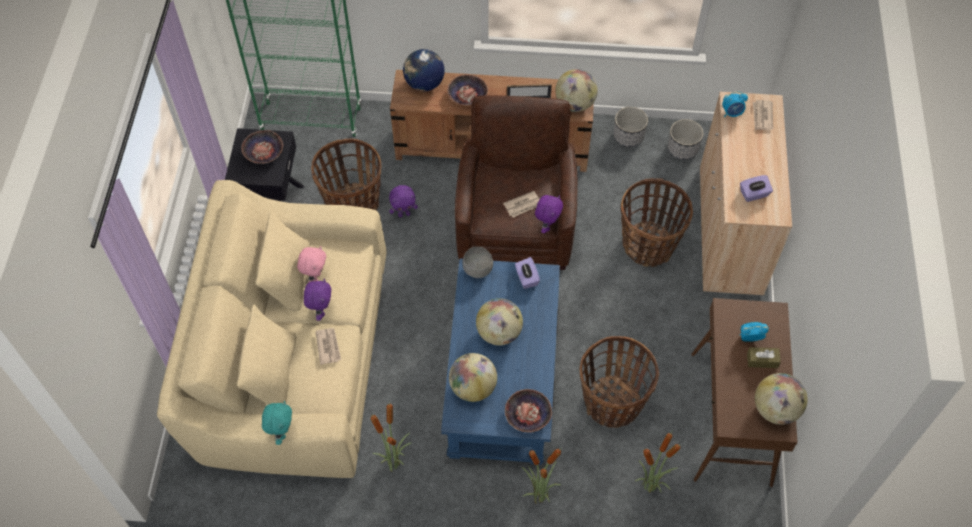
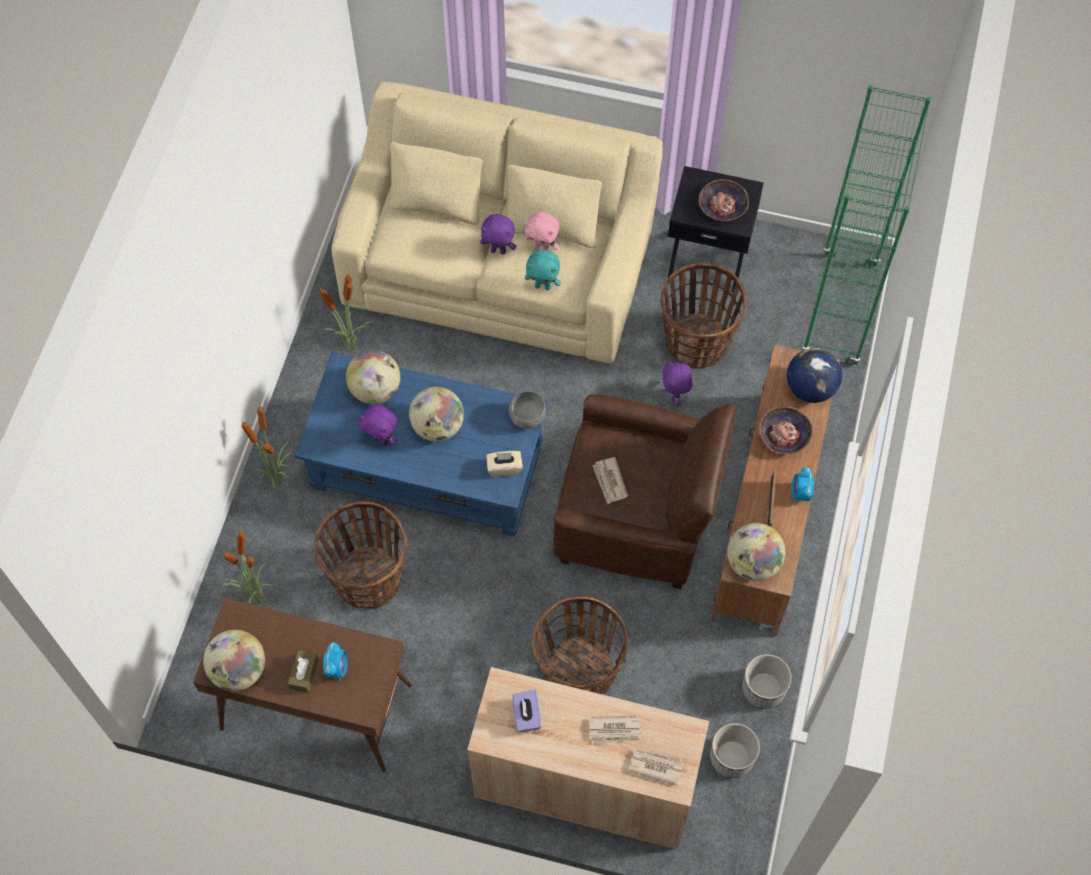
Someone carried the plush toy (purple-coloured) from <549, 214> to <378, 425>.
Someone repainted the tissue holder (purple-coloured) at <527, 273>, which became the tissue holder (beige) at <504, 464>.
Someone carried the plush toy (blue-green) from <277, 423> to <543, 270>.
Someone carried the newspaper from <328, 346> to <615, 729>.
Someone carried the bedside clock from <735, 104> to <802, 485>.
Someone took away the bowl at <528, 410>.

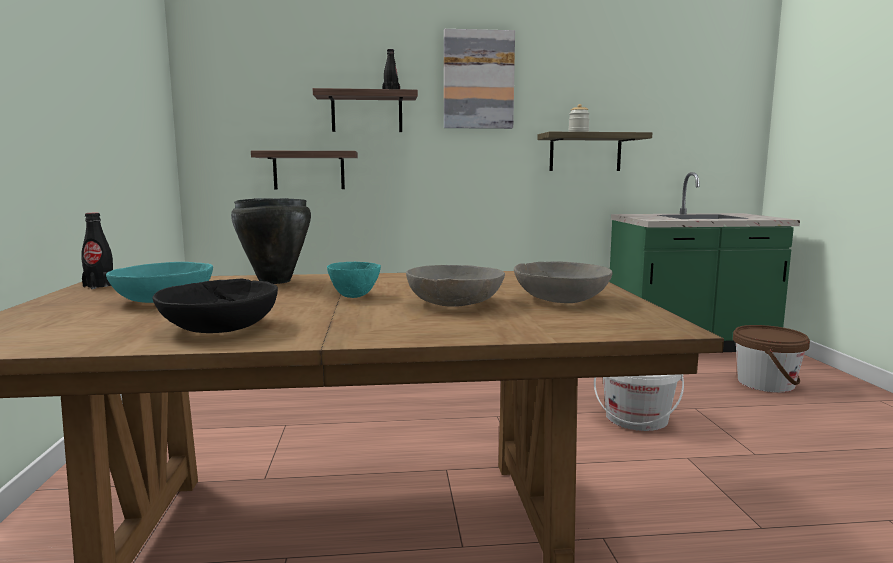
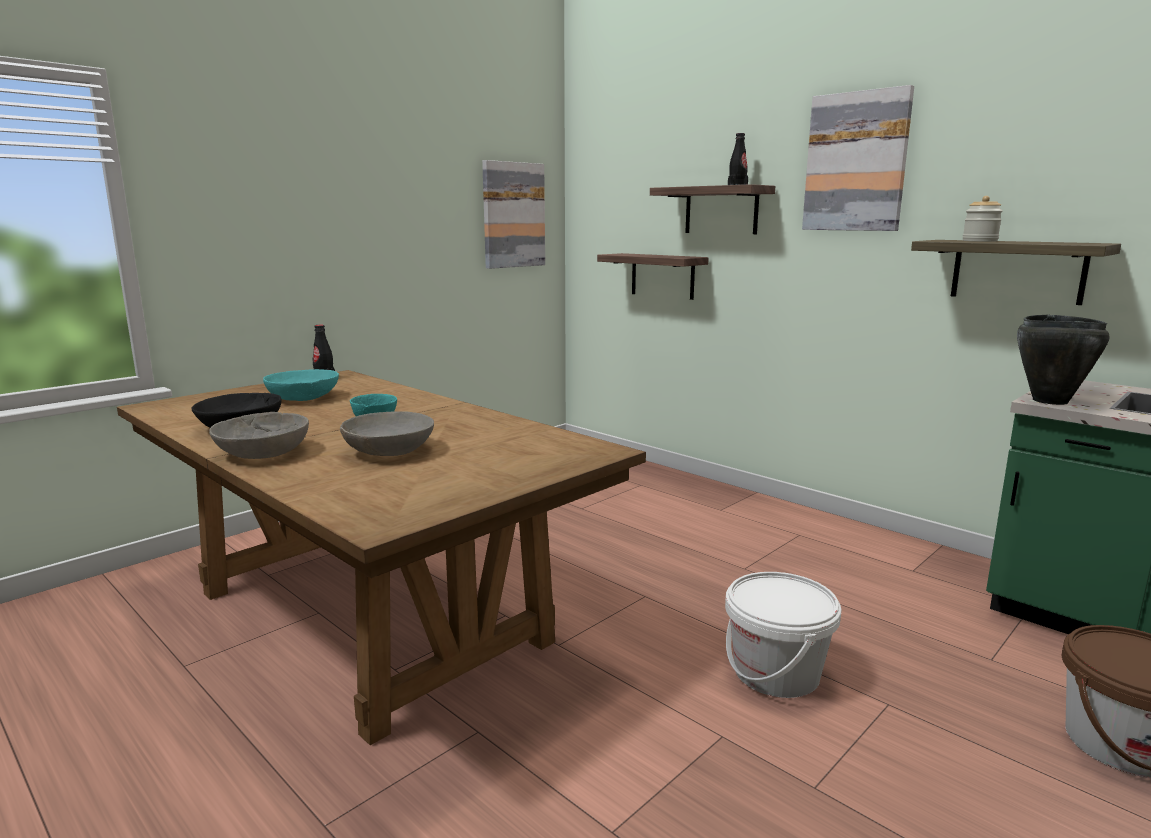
Someone carried the bowl (gray) from <563, 282> to <259, 435>.
Someone put up the wall art at <513, 214>.
Someone carried the stockpot (blackish) from <271, 241> to <1063, 360>.

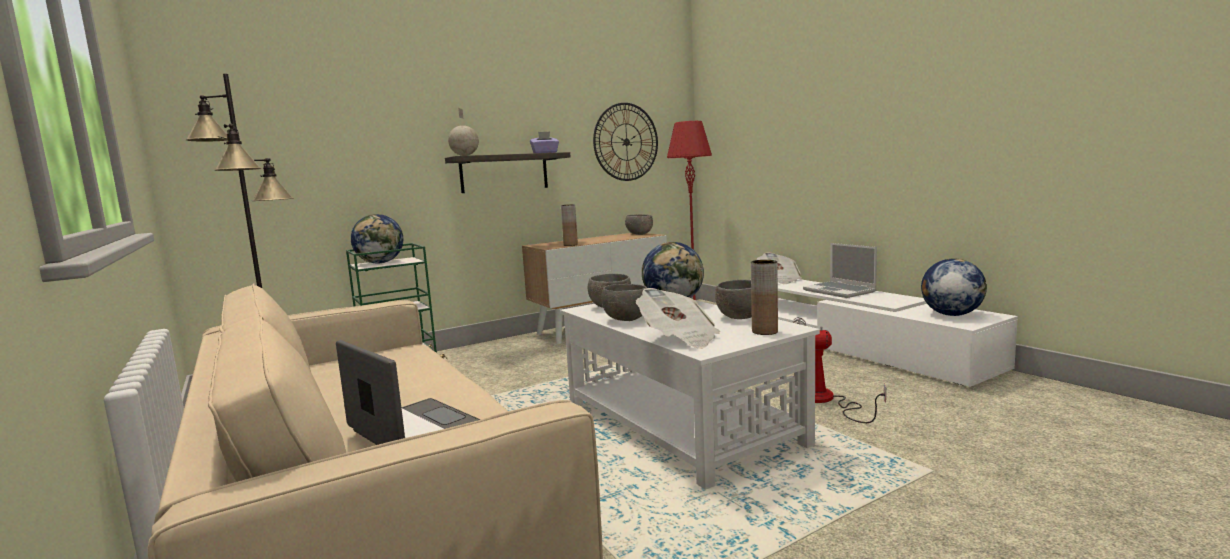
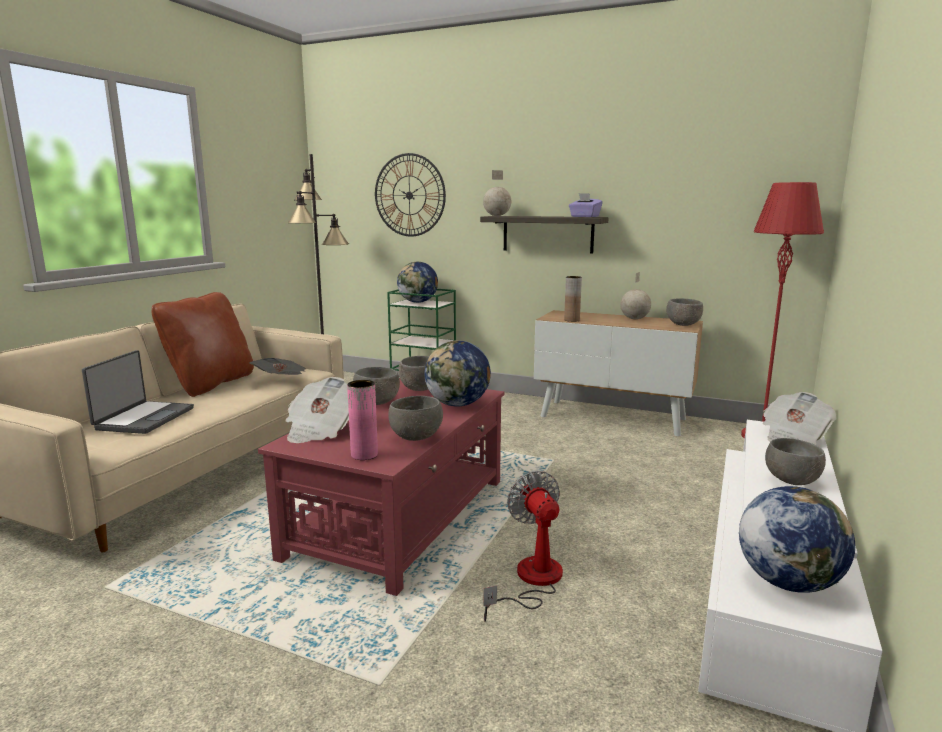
Someone put down the throw pillow (brownish) at <202, 344>.
Someone put down the newspaper at <277, 366>.
Someone repainted the lounge table (white) at <690, 395>, which became the lounge table (red-coloured) at <381, 487>.
Someone repainted the decorative vase (brownish) at <764, 297>, which became the decorative vase (pink-coloured) at <362, 420>.
Someone carried the wall clock from <625, 142> to <410, 195>.
Someone put down the desk globe at <635, 295>.
Someone swapped the portable computer at <840, 270> for the bowl (gray) at <795, 461>.

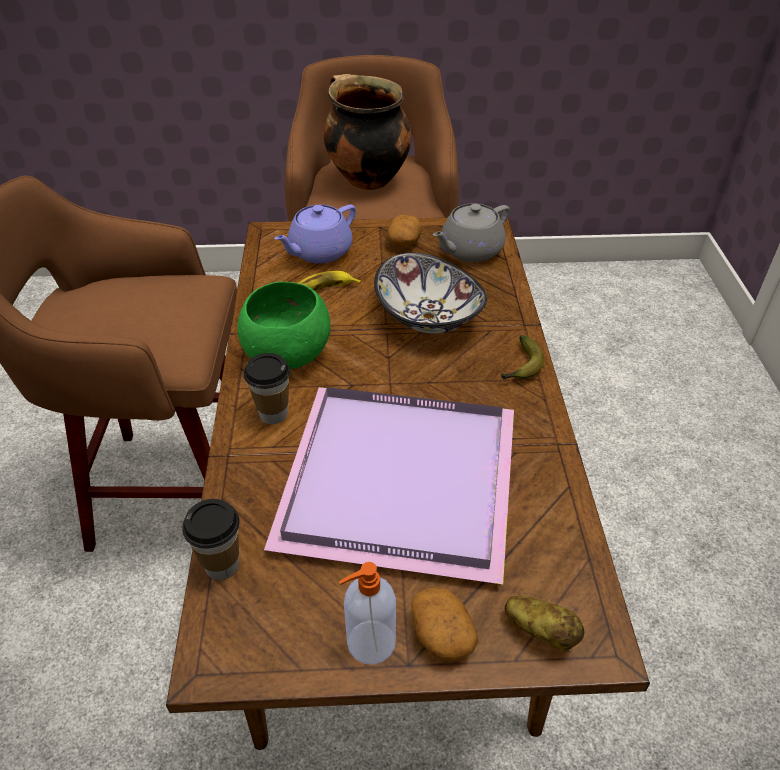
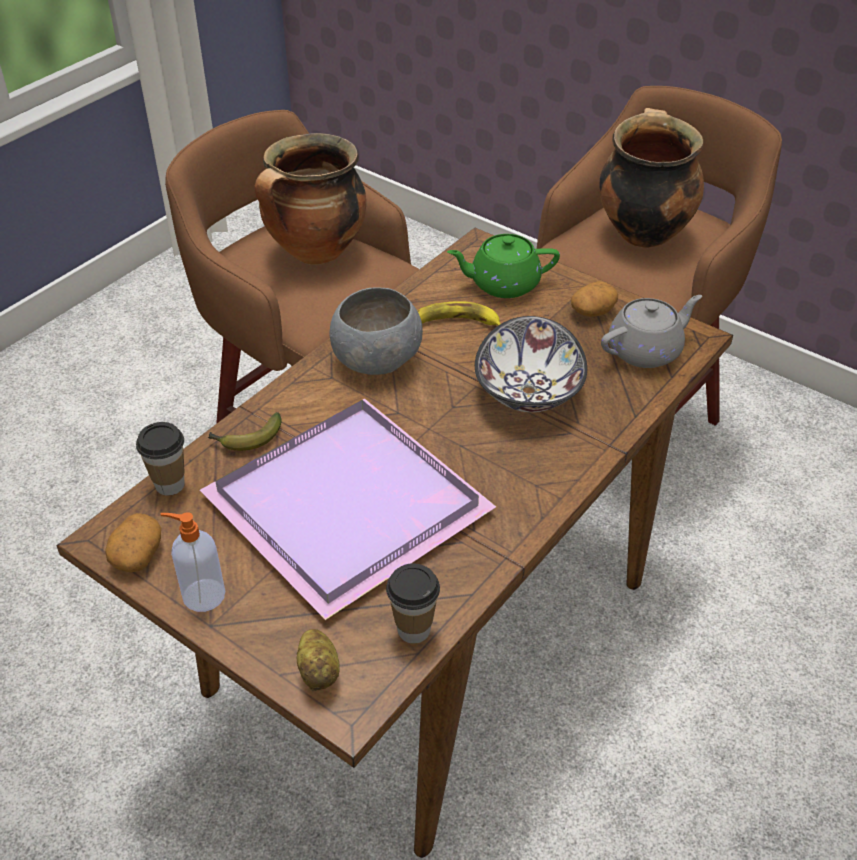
Someone carried the potato from <445, 624> to <133, 543>.
Someone carried the banana fruit from <522, 357> to <244, 431>.
Someone put down the stockpot at <310, 199>.
Someone repainted the bowl (green) at <284, 326>, which became the bowl (gray) at <376, 331>.
Someone carried the small cup from <267, 388> to <413, 603>.
Someone repainted the pot for tea (purple-coloured) at <315, 234>, which became the pot for tea (green) at <503, 266>.
Someone rotated the pot for tea (gray) at <471, 232> by 150 degrees clockwise.

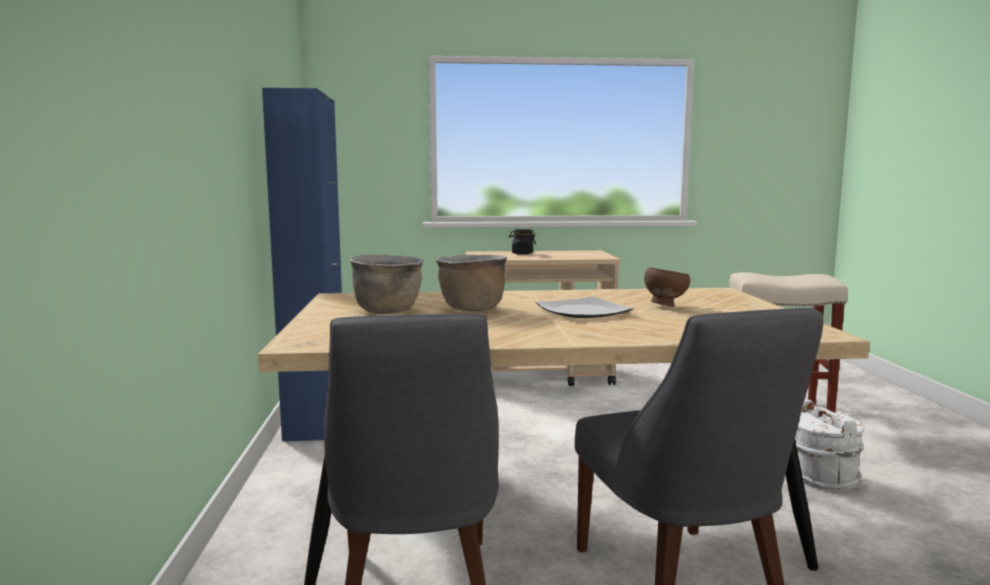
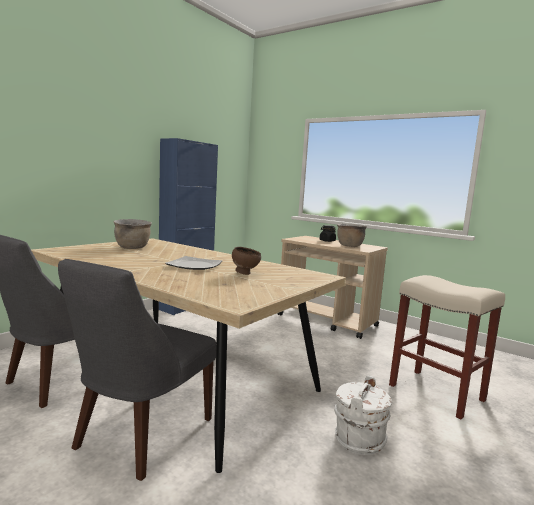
Someone carried the stockpot (brownish) from <471, 282> to <352, 235>.

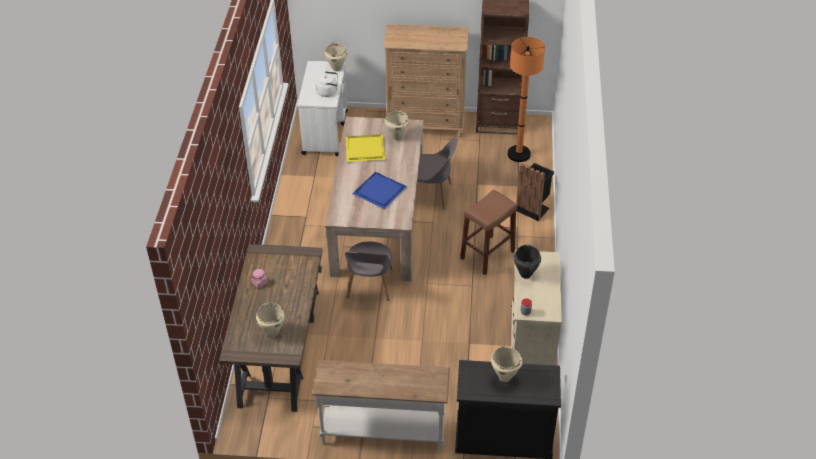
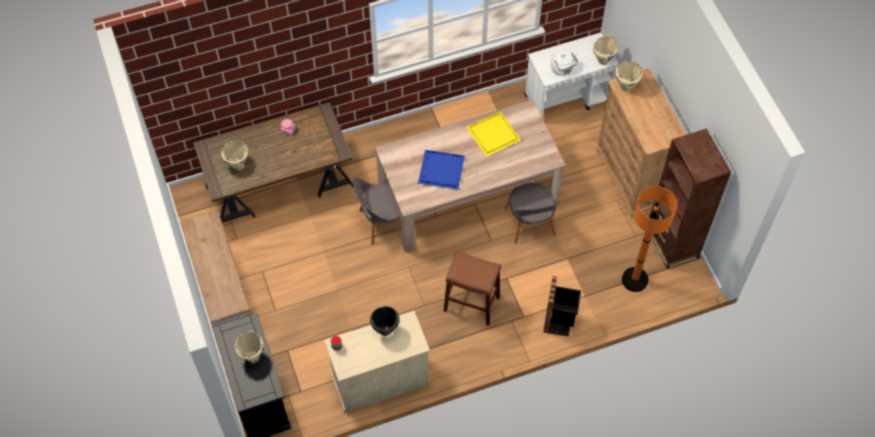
Someone carried the stockpot (beige) from <397, 125> to <629, 76>.

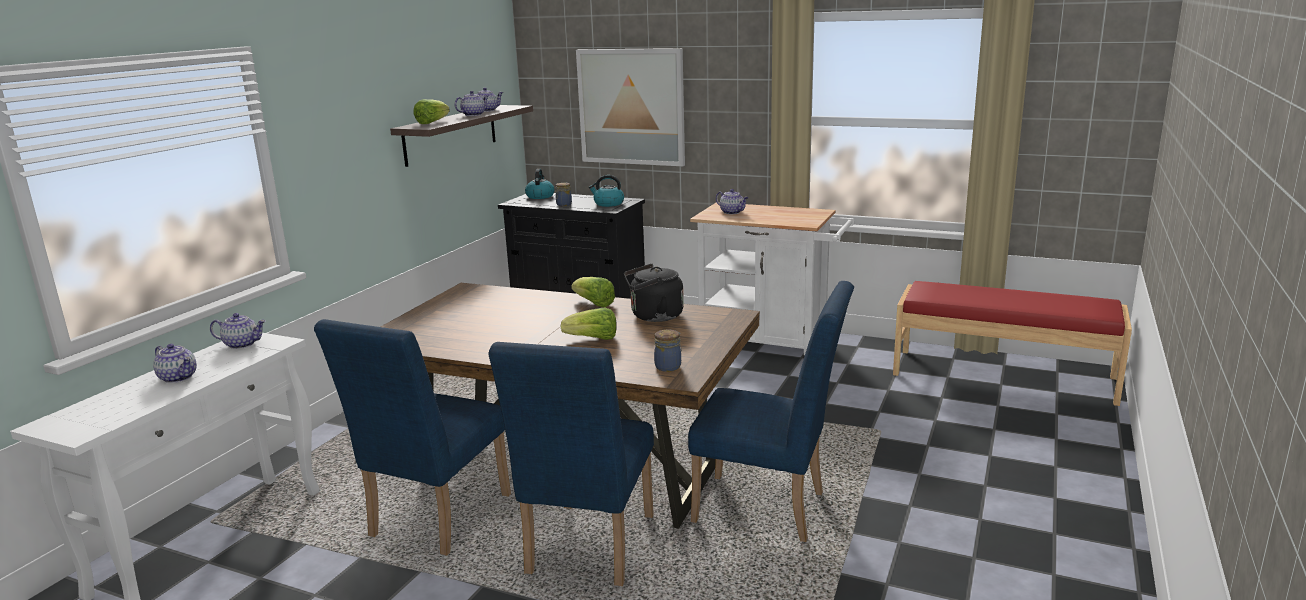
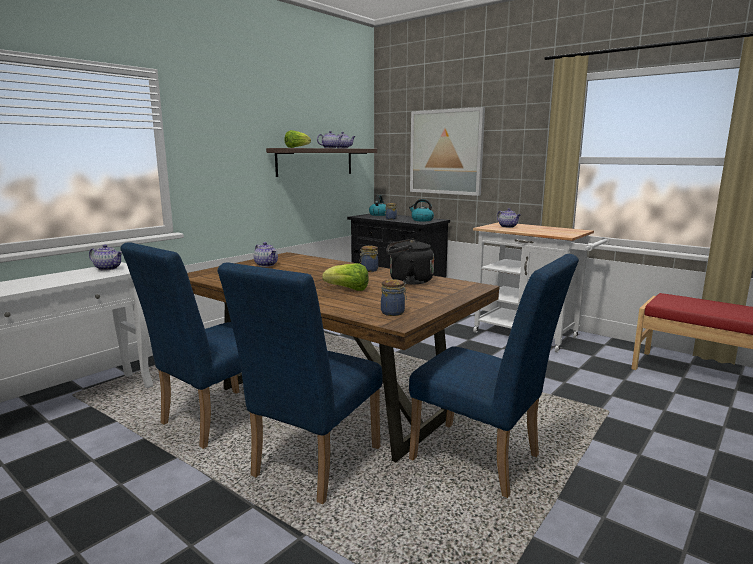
Someone carried the pot for tea from <175, 363> to <266, 254>.
Someone swapped the lettuce head at <593, 292> for the storage jar at <369, 259>.

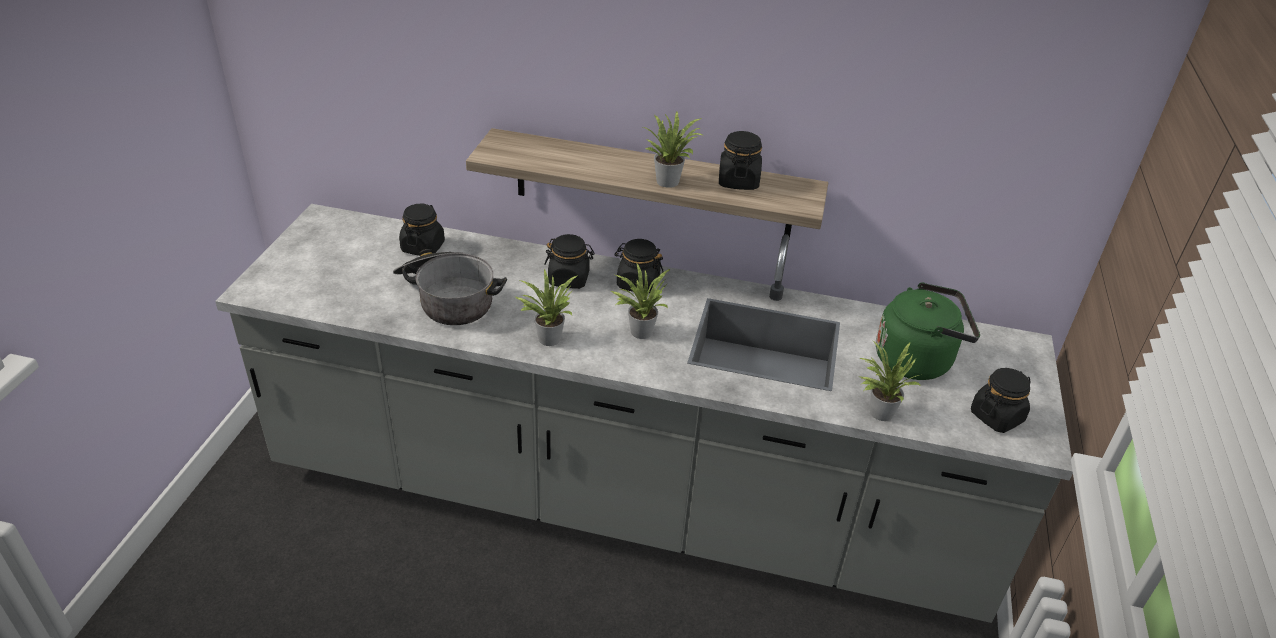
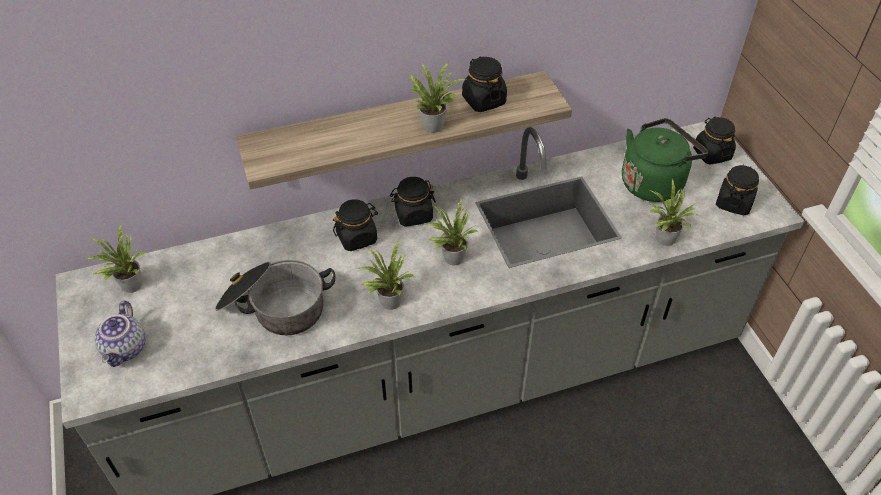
Someone put down the plant in a pot at <117, 258>.
Someone put down the pot for tea at <120, 334>.
Someone carried the storage jar (blackish) from <422, 229> to <714, 140>.

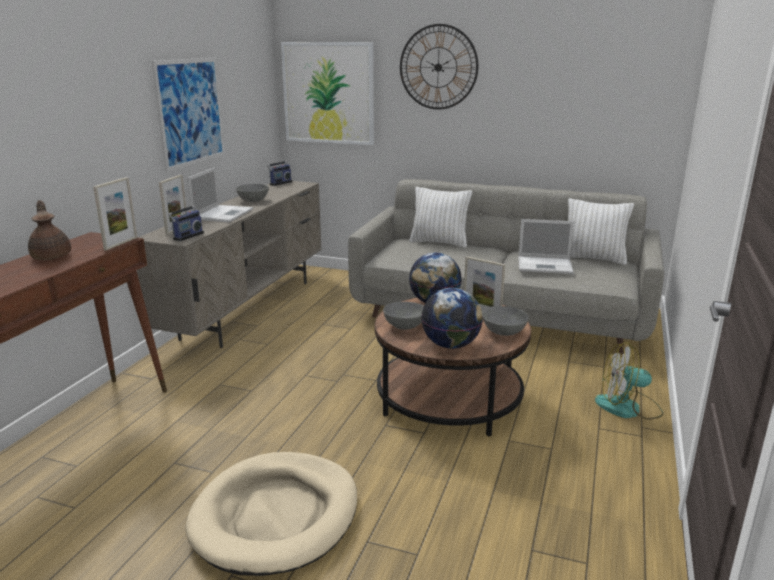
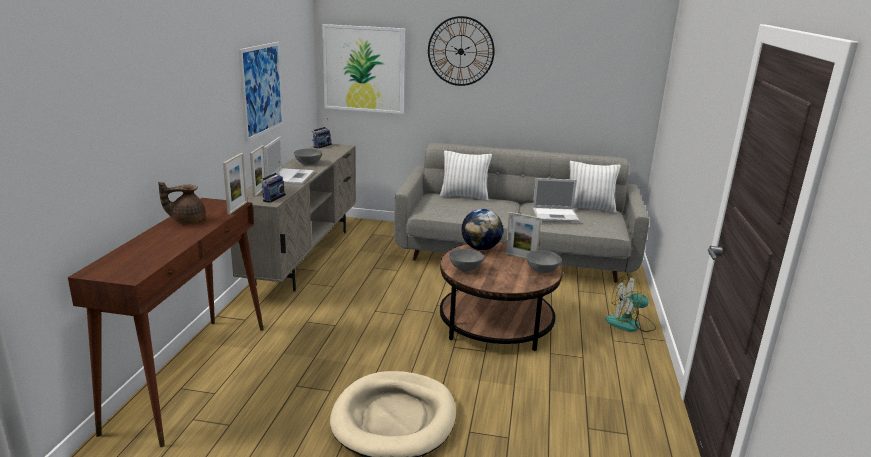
Someone rotated the pot for tea (brownish) at <49, 230> by 75 degrees counterclockwise.
Someone took away the desk globe at <452, 318>.

